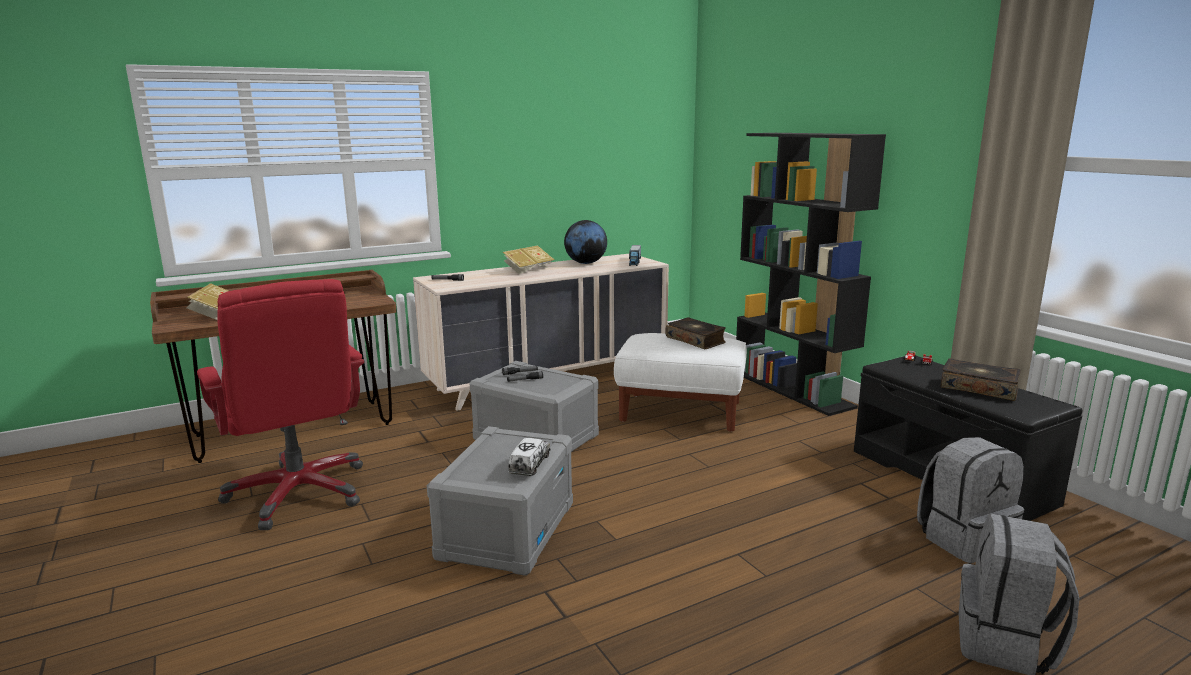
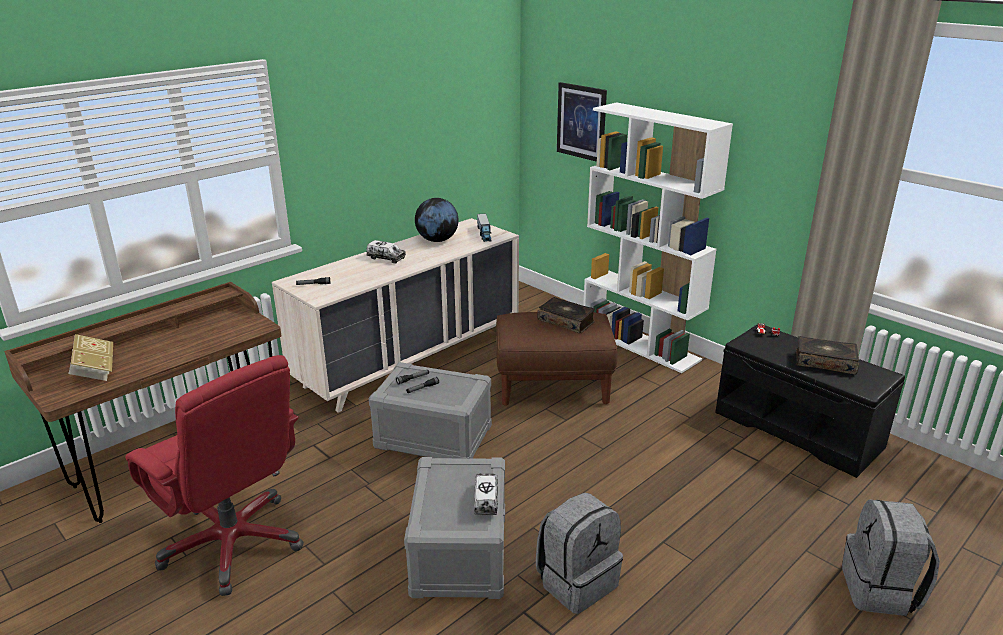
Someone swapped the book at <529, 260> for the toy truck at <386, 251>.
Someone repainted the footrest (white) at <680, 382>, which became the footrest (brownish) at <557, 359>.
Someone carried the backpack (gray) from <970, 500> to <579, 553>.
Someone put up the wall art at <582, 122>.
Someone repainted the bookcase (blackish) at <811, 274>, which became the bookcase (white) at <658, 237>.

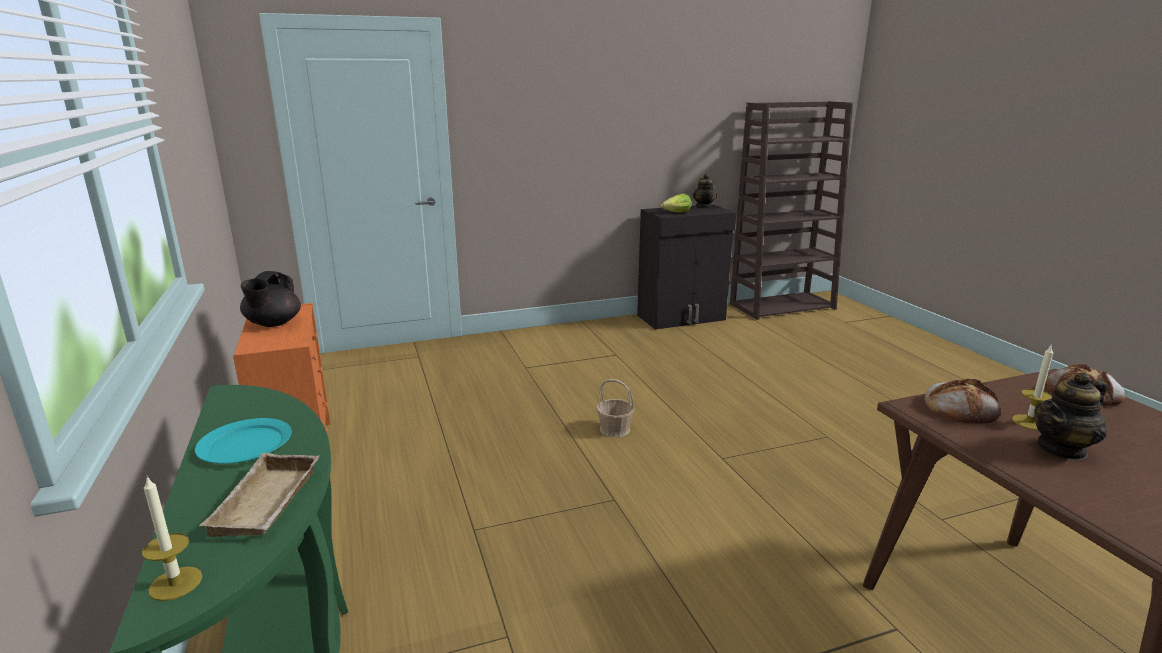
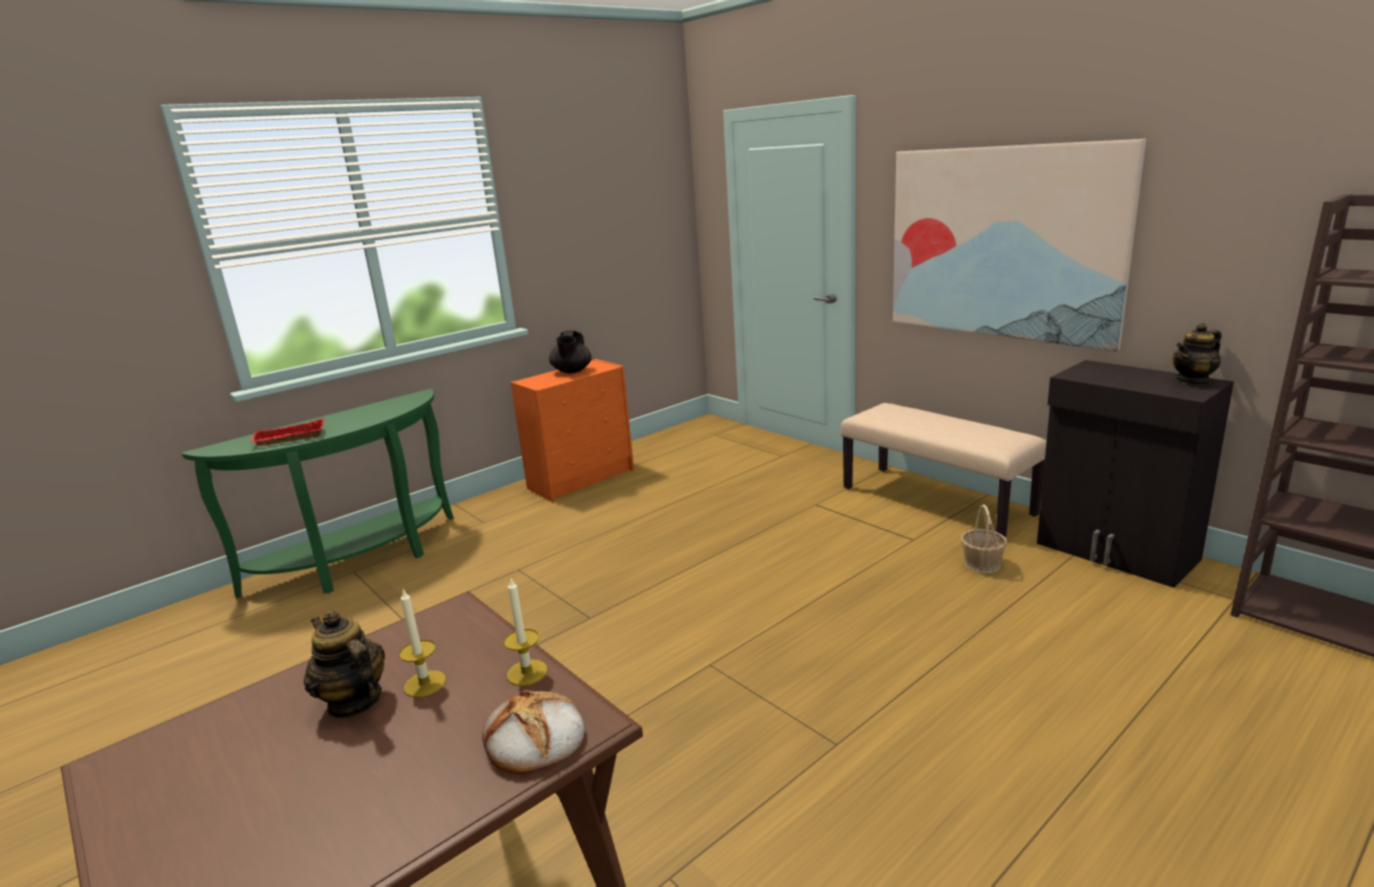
Someone repainted the tray (beige) at <259, 495>, which became the tray (red-coloured) at <287, 432>.
Someone carried the wax candle from <172, 539> to <525, 631>.
Someone rotated the pot for tea (blackish) at <270, 299> by 75 degrees counterclockwise.
Someone put down the bench (beige) at <943, 470>.
Someone put up the wall art at <1019, 245>.
Someone carried the storage basket from <615, 408> to <984, 539>.
Someone took away the dinner plate (blue-green) at <243, 440>.
Someone took away the lettuce head at <676, 203>.
Someone took away the baked bread at <962, 401>.

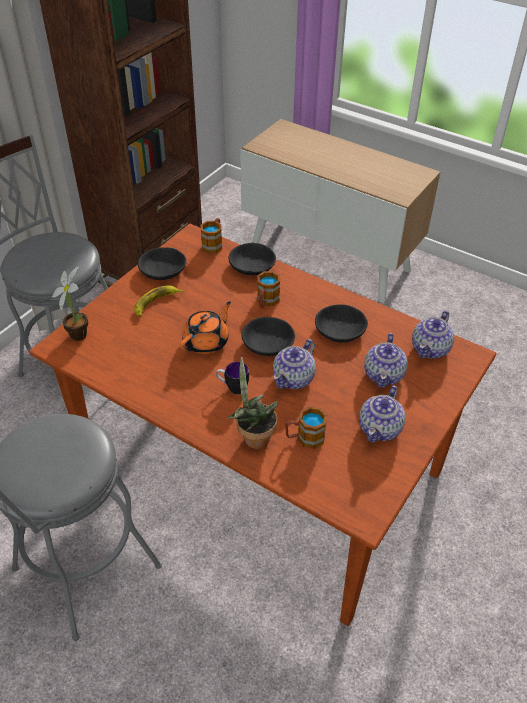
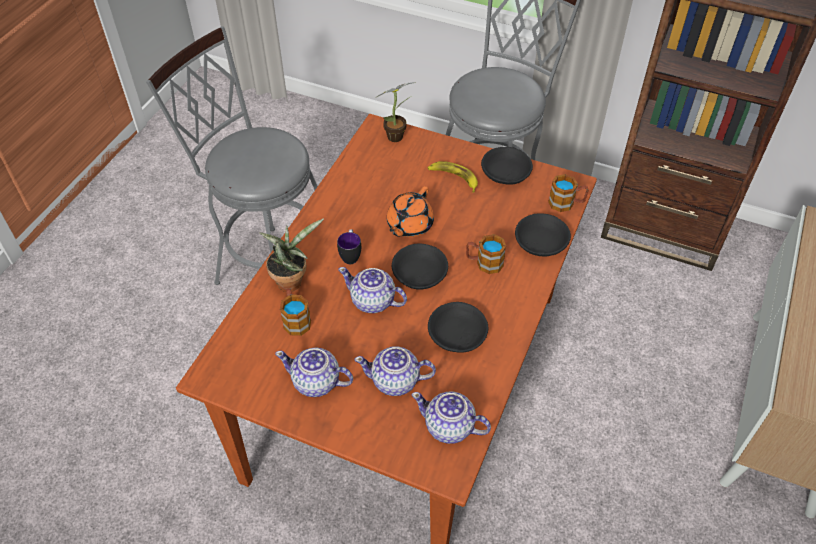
Someone rotated the pot for tea (orange) at <205, 327> by 90 degrees clockwise.

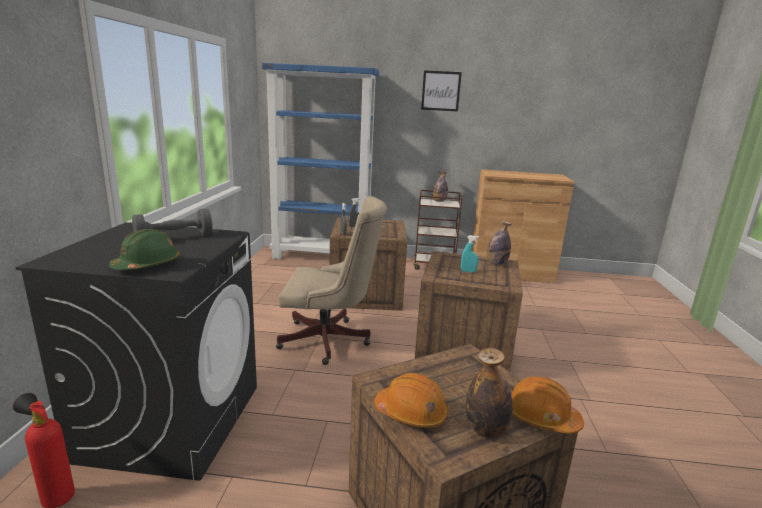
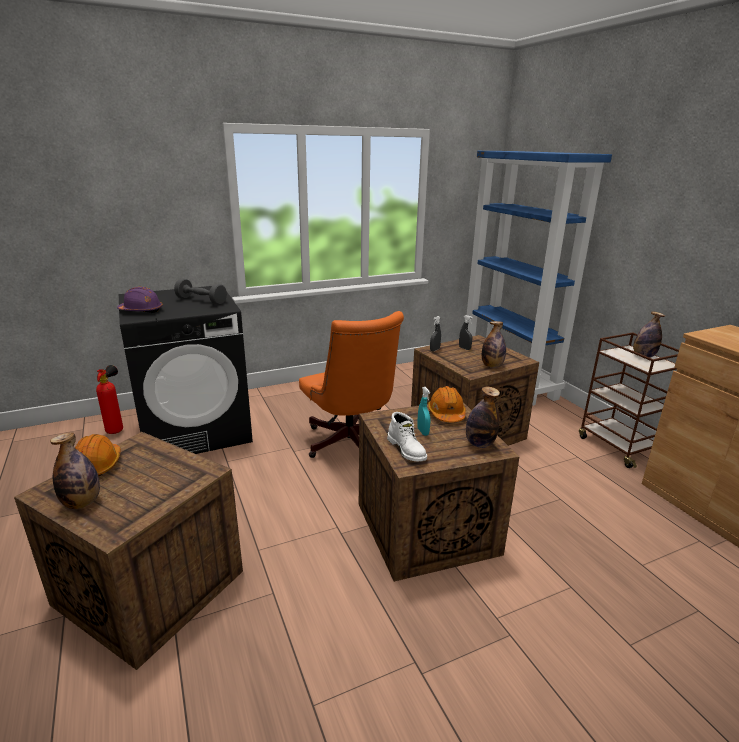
Someone repainted the work helmet (green) at <144, 249>, which became the work helmet (purple-coloured) at <140, 300>.
Someone repainted the desk chair (beige) at <331, 280>, which became the desk chair (orange) at <351, 384>.
Someone put down the high-top boot (white) at <407, 437>.
Someone carried the work helmet (orange) from <547, 405> to <447, 404>.
Someone put down the bottle at <494, 344>.
Someone took away the wall art at <441, 91>.

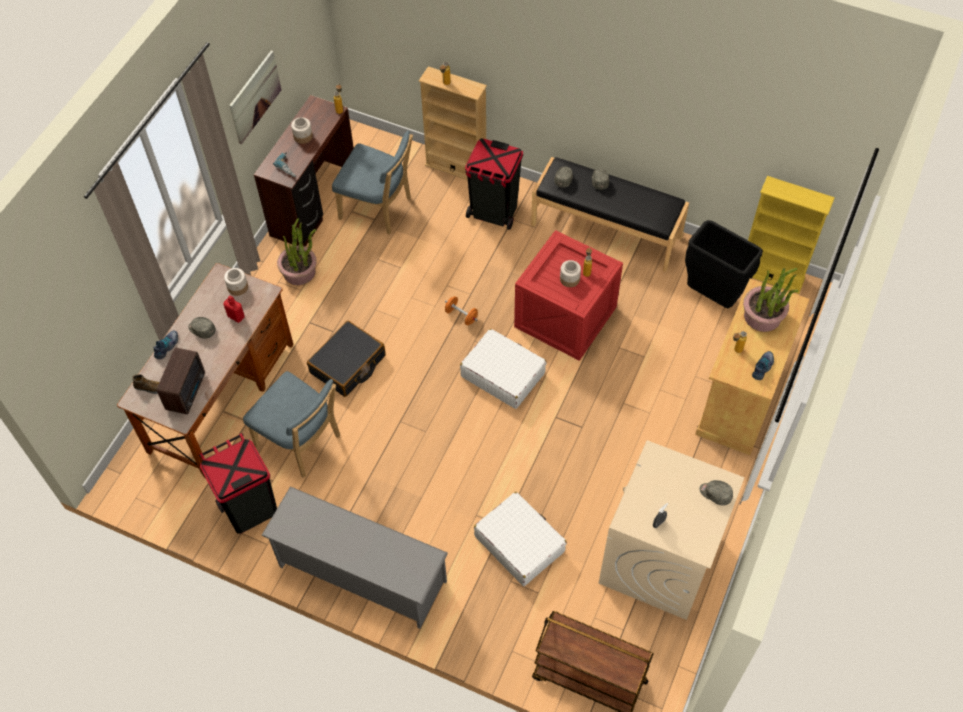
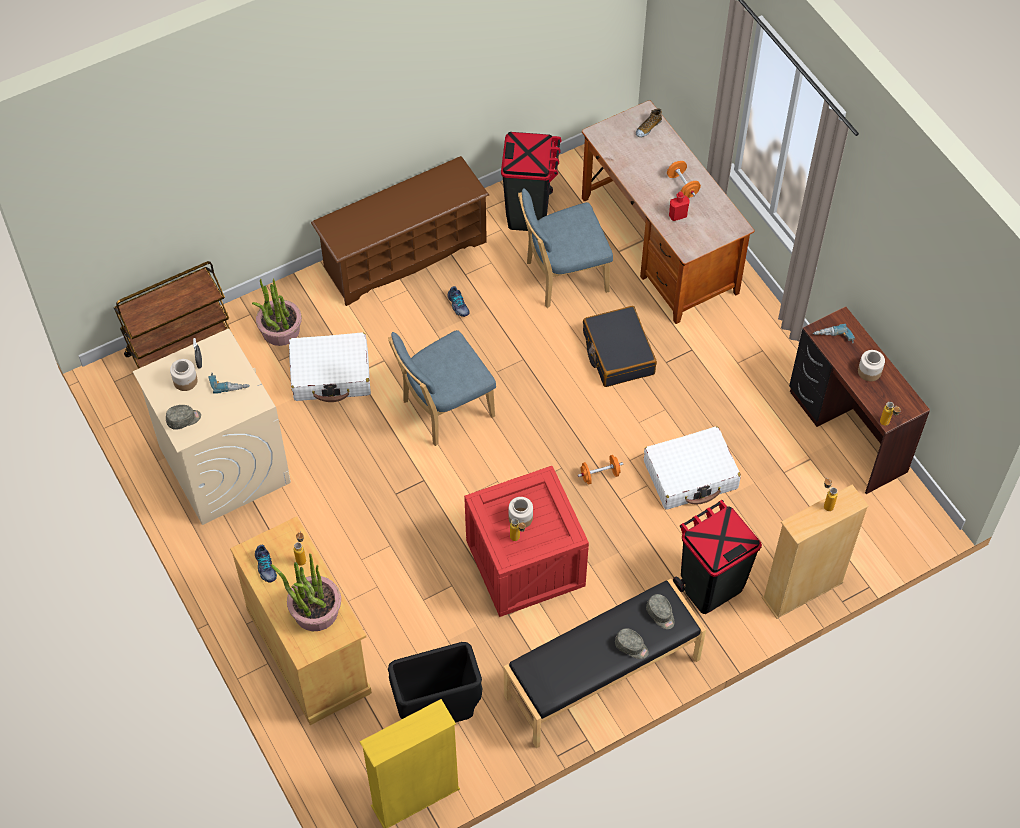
Someone carried the storage jar from <236, 282> to <184, 375>.
Someone put down the drill at <229, 383>.
Someone carried the plant in a pot from <297, 251> to <277, 312>.
Someone repainted the shoe stand (gray) at <354, 557>, which became the shoe stand (brownish) at <400, 231>.
Someone carried the upright chair (bluish) from <372, 183> to <442, 388>.
Someone carried the item of footwear from <165, 344> to <458, 301>.
Someone carried the piece of luggage (white) from <503, 369> to <692, 468>.
Someone swapped the cap (gray) at <202, 328> for the hand weight (orange) at <684, 179>.
Someone took away the radio set at <181, 380>.
Someone took away the wall art at <255, 97>.

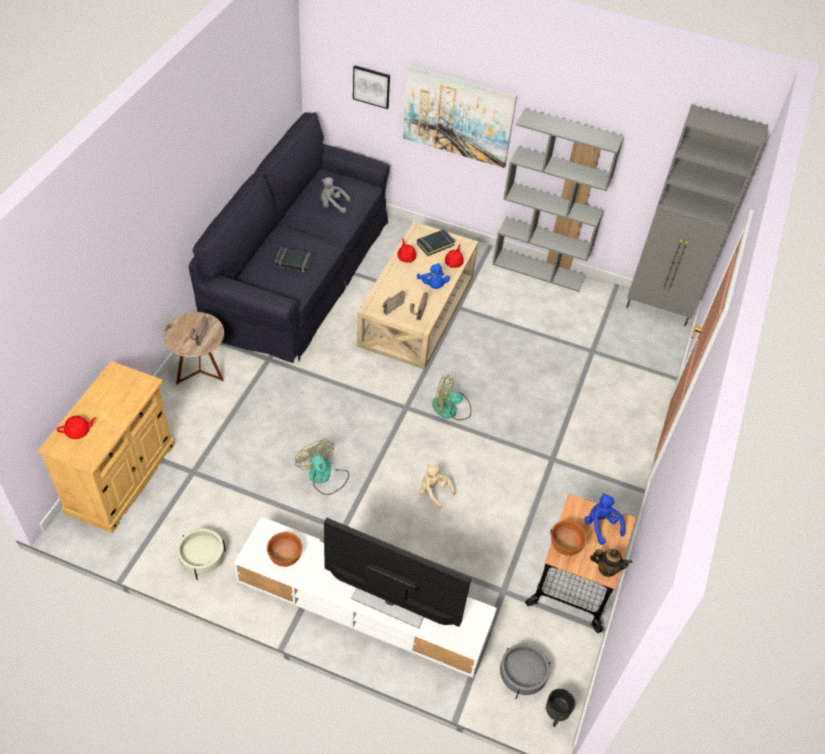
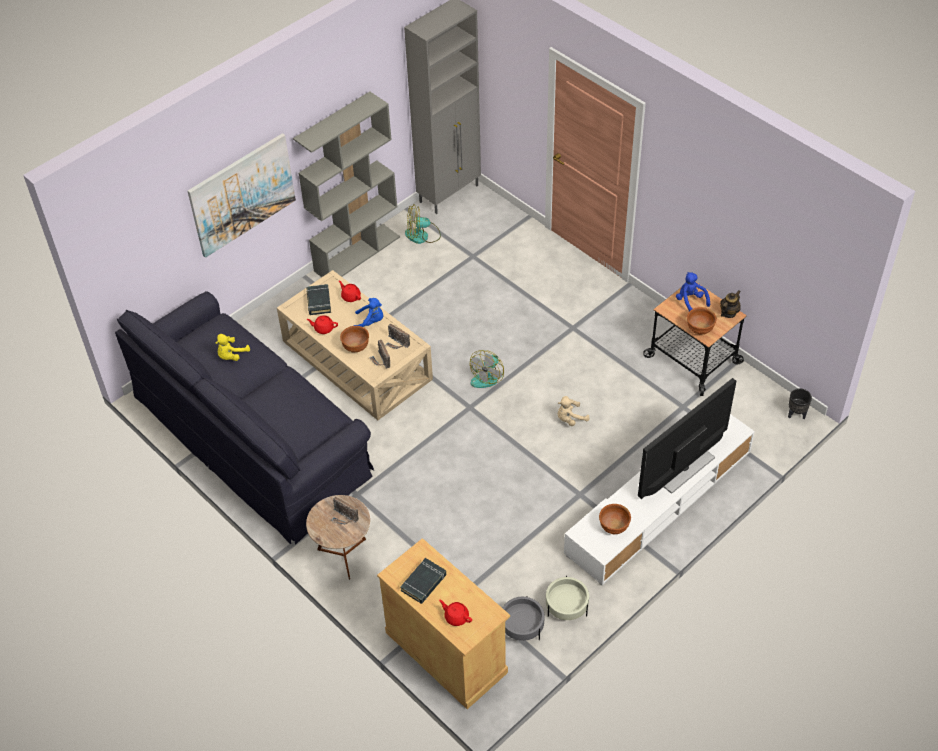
Someone repainted the plush toy (gray) at <335, 195>, which became the plush toy (yellow) at <232, 347>.
Someone put down the bowl (brownish) at <354, 339>.
Someone carried the book (blackish) from <294, 259> to <423, 581>.
Someone carried the electric fan from <322, 467> to <423, 224>.
Someone rotated the pot for tea (red-coloured) at <76, 427> by 60 degrees counterclockwise.
Someone carried the planter (gray) from <525, 671> to <523, 618>.
Someone rotated the plush toy (bluish) at <604, 519> by 60 degrees clockwise.
Someone took away the wall art at <371, 87>.

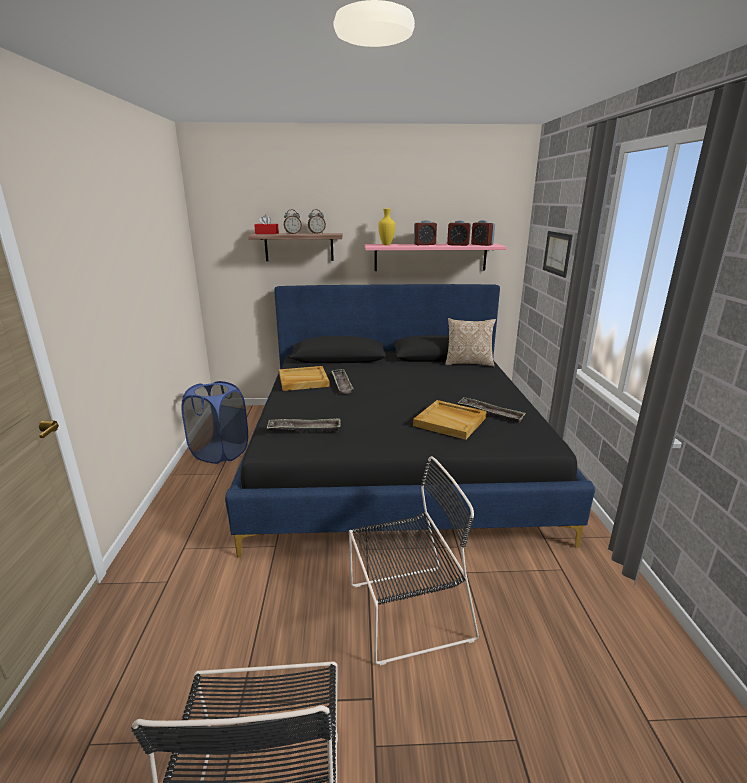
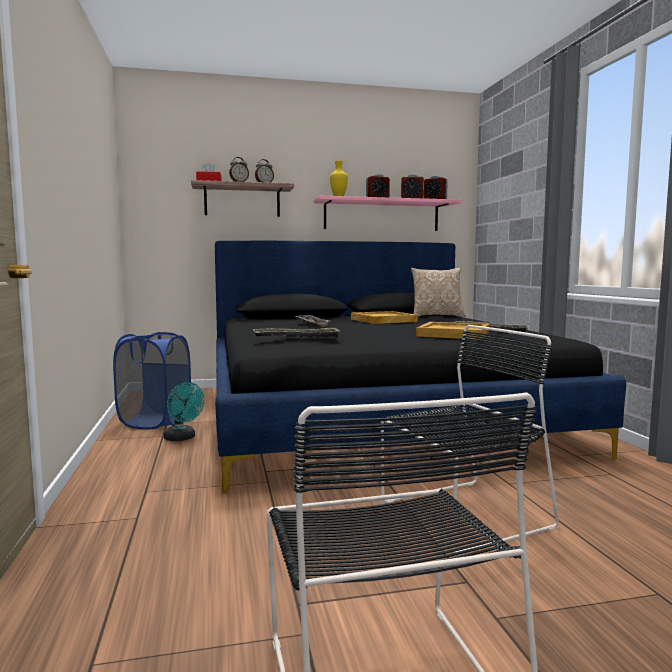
Someone put down the electric fan (blue-green) at <184, 411>.
Someone carried the tray (beige) from <304, 378> to <384, 317>.
Someone took away the wall art at <558, 254>.

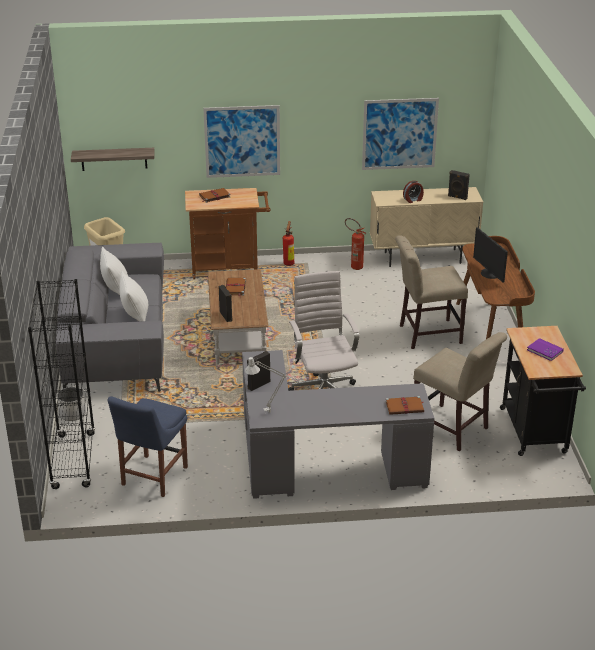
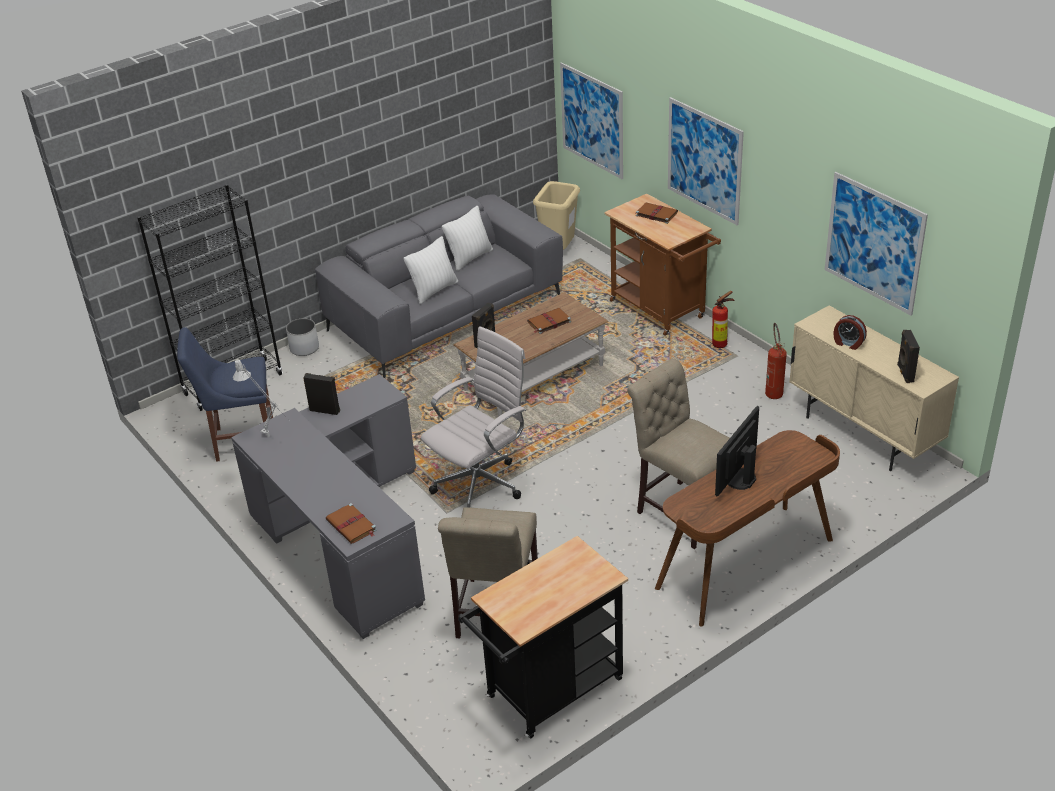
Someone swapped the shelf at <113, 159> for the wall art at <591, 120>.
Someone took away the book (purple-coloured) at <545, 349>.

